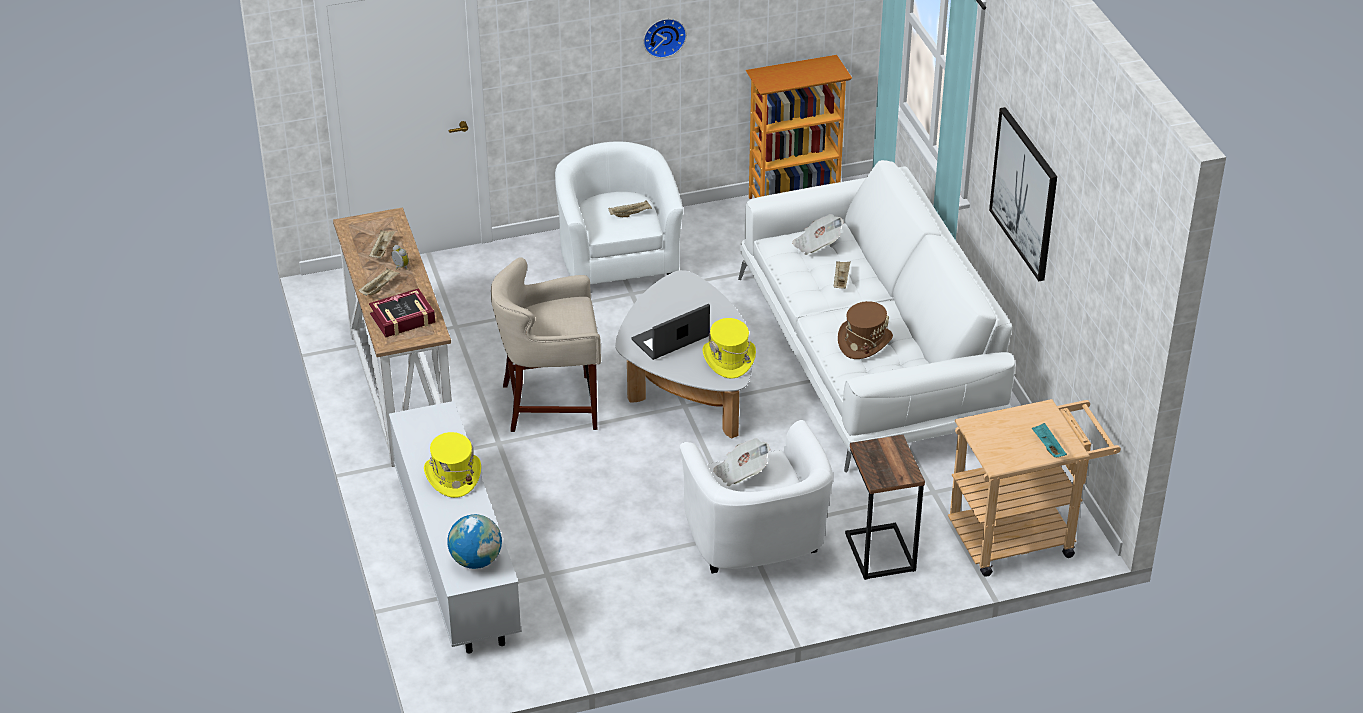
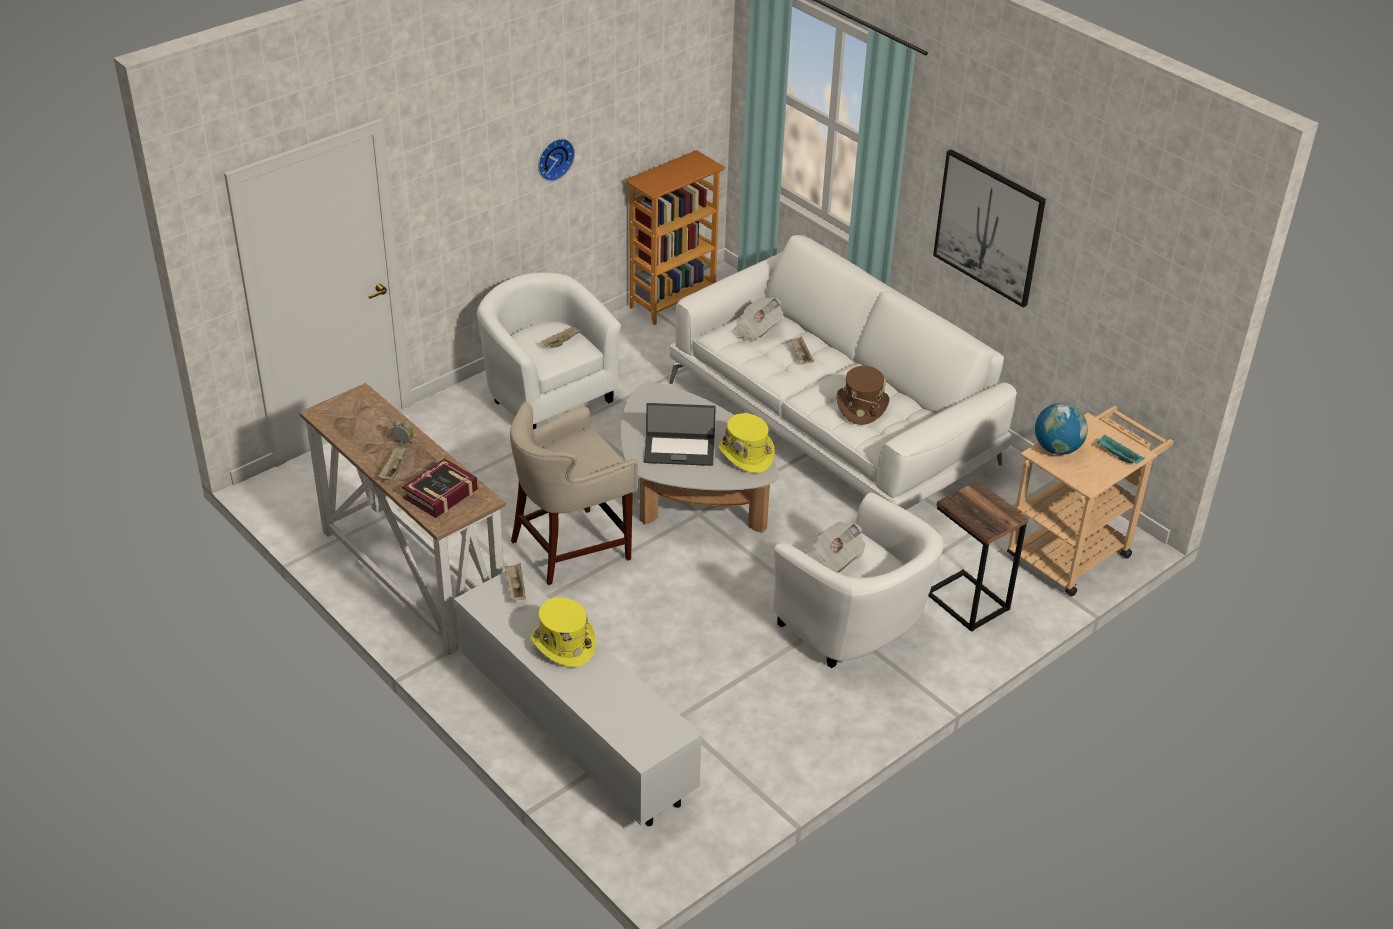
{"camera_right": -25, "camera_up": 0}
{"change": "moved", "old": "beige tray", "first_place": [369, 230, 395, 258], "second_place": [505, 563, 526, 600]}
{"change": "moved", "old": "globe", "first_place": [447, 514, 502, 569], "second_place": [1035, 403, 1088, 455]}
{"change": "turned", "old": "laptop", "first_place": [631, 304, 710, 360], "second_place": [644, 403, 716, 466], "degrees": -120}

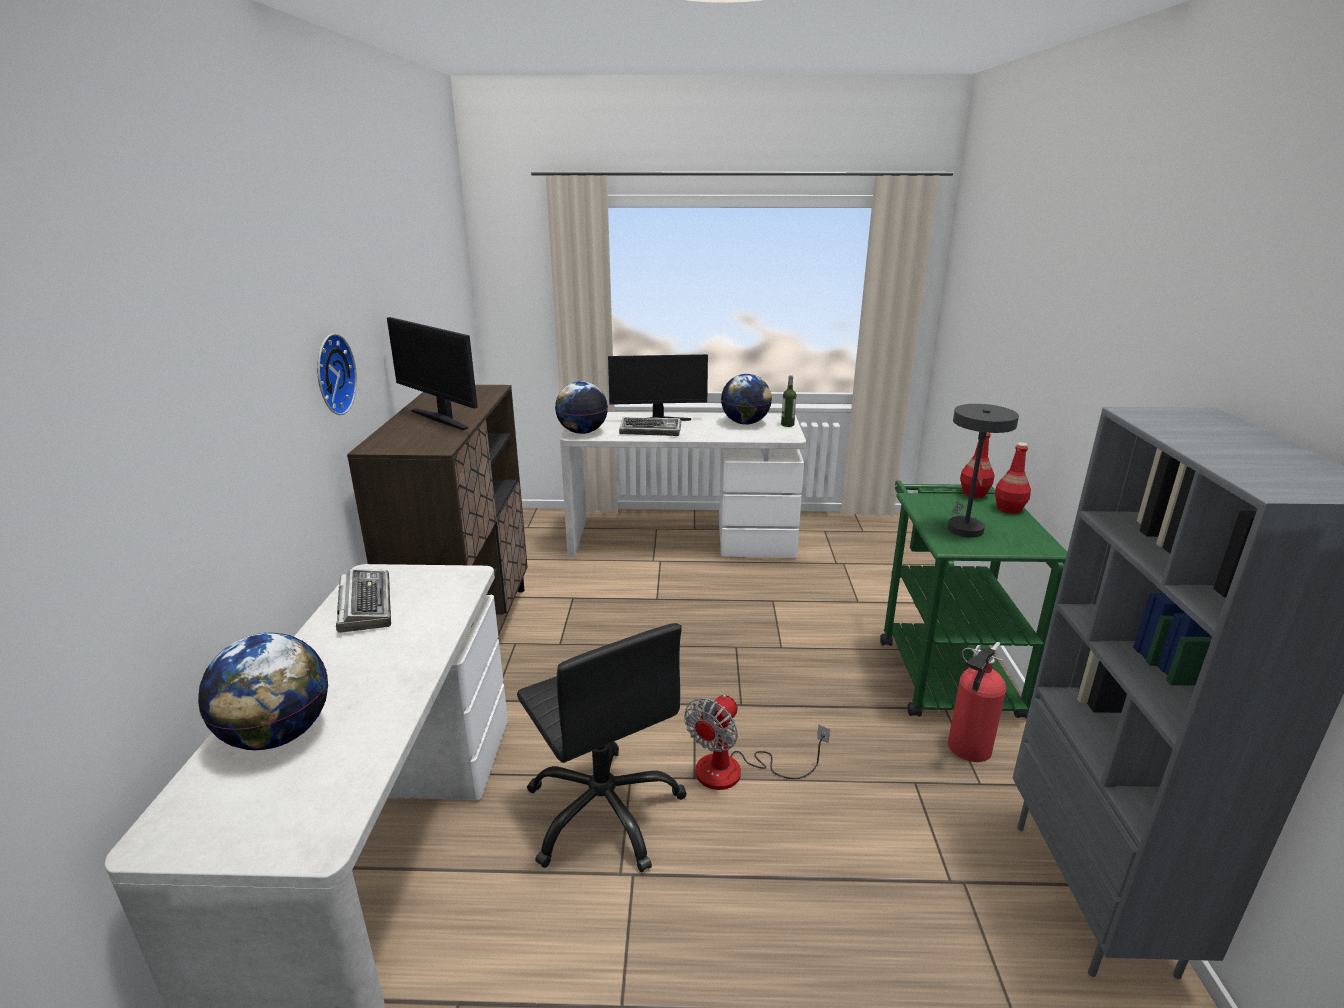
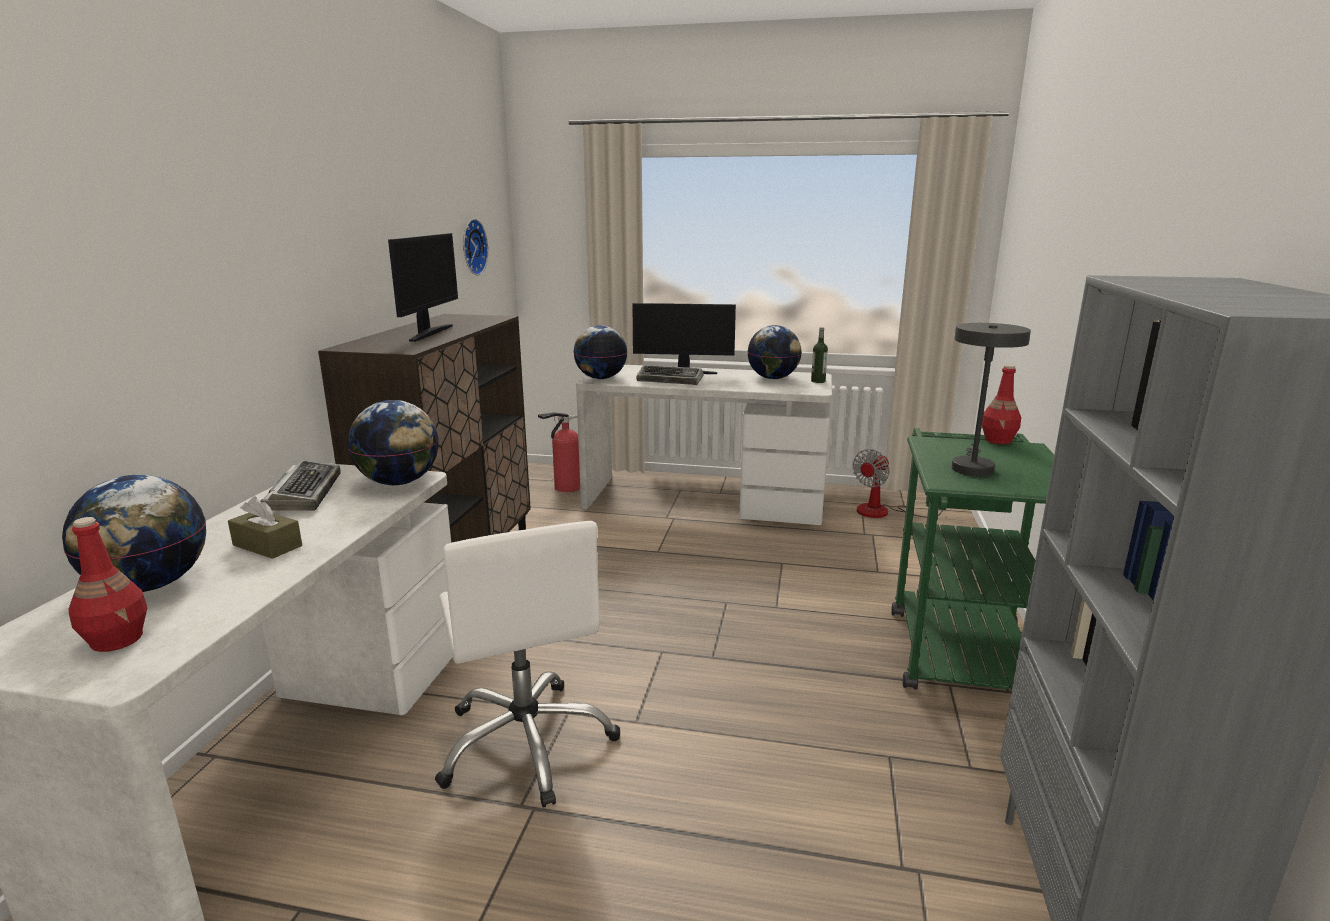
{"camera_right": 10, "camera_up": -5}
{"change": "moved", "old": "wall clock", "first_place": [317, 333, 357, 415], "second_place": [463, 219, 488, 275]}
{"change": "turned", "old": "monitor", "first_place": [387, 317, 478, 430], "second_place": [388, 233, 458, 342], "degrees": -135}
{"change": "recoloured", "old": "black office chair", "new": "white office chair", "first_place": [517, 623, 687, 873], "second_place": [435, 521, 620, 808]}
{"change": "moved", "old": "fan", "first_place": [684, 695, 830, 790], "second_place": [853, 449, 943, 518]}
{"change": "moved", "old": "fire extinguisher", "first_place": [948, 642, 1006, 762], "second_place": [538, 412, 580, 492]}
{"change": "moved", "old": "red bottle", "first_place": [995, 442, 1031, 514], "second_place": [69, 517, 147, 652]}
{"change": "added", "new": "brown tissue box", "second_place": [228, 496, 302, 559]}
{"change": "added", "new": "globe", "second_place": [348, 400, 439, 485]}

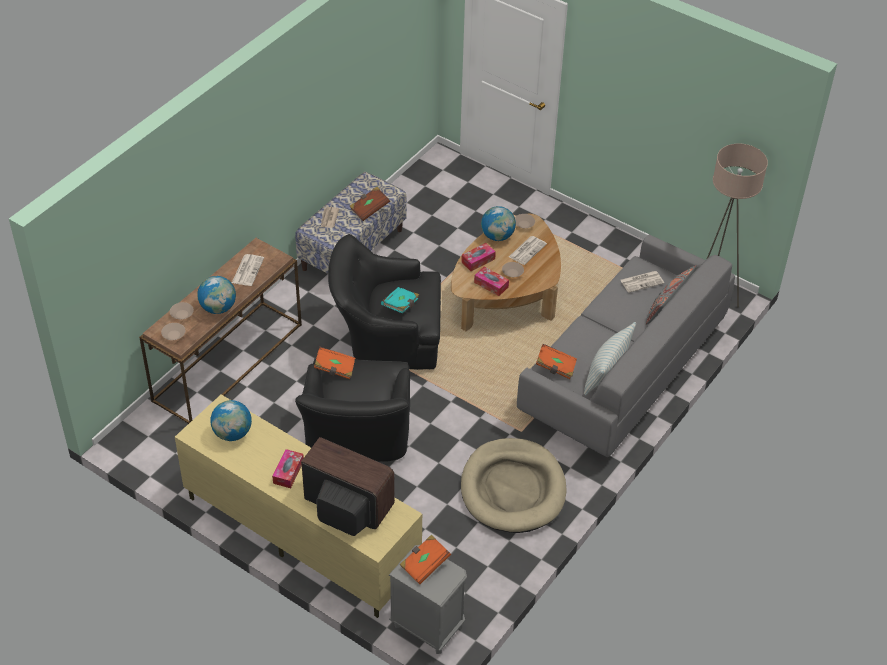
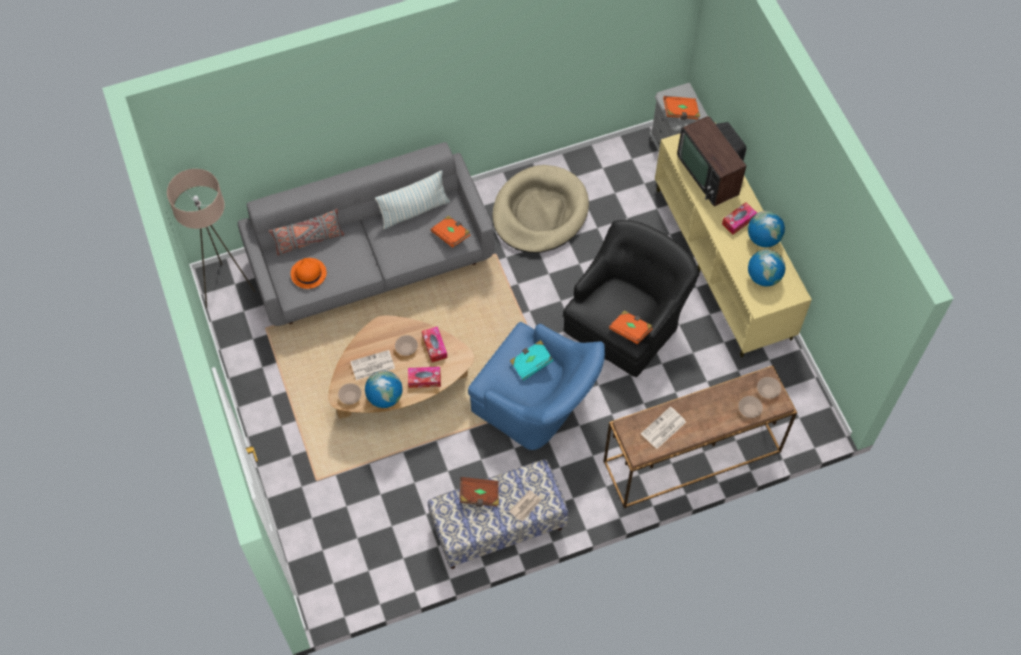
{"camera_right": -145, "camera_up": 15}
{"change": "moved", "old": "globe", "first_place": [197, 276, 236, 314], "second_place": [748, 211, 785, 247]}
{"change": "recoloured", "old": "black armchair", "new": "blue armchair", "first_place": [328, 234, 441, 369], "second_place": [468, 322, 605, 450]}
{"change": "replaced", "old": "newspaper", "new": "orange hat", "first_place": [620, 271, 664, 293], "second_place": [291, 258, 327, 289]}

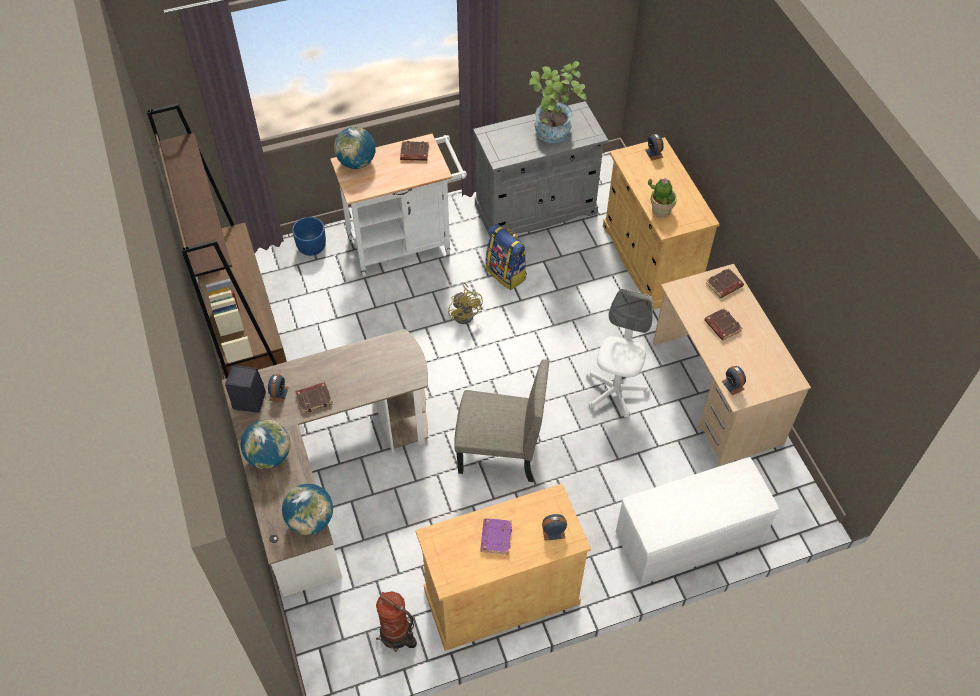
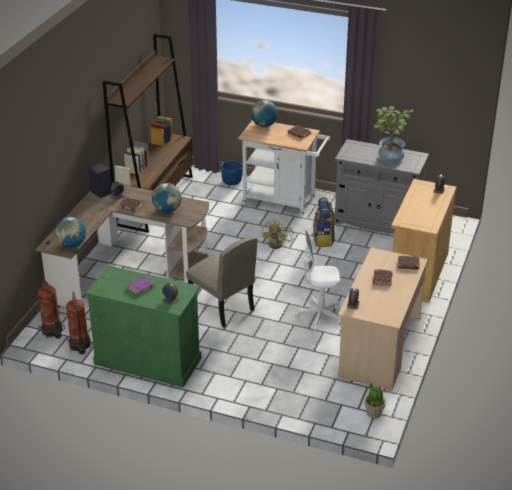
{"camera_right": 40, "camera_up": -20}
{"change": "moved", "old": "globe", "first_place": [241, 420, 291, 469], "second_place": [152, 183, 181, 213]}
{"change": "recoloured", "old": "beige cabinet", "new": "green cabinet", "first_place": [415, 484, 591, 651], "second_place": [85, 265, 201, 387]}
{"change": "turned", "old": "white office chair", "first_place": [586, 288, 653, 418], "second_place": [295, 230, 342, 331], "degrees": -150}
{"change": "removed", "old": "white bench", "first_place": [616, 457, 779, 585]}
{"change": "moved", "old": "potted plant", "first_place": [648, 178, 677, 218], "second_place": [365, 383, 386, 418]}
{"change": "added", "new": "fire extinguisher", "second_place": [38, 279, 65, 339]}

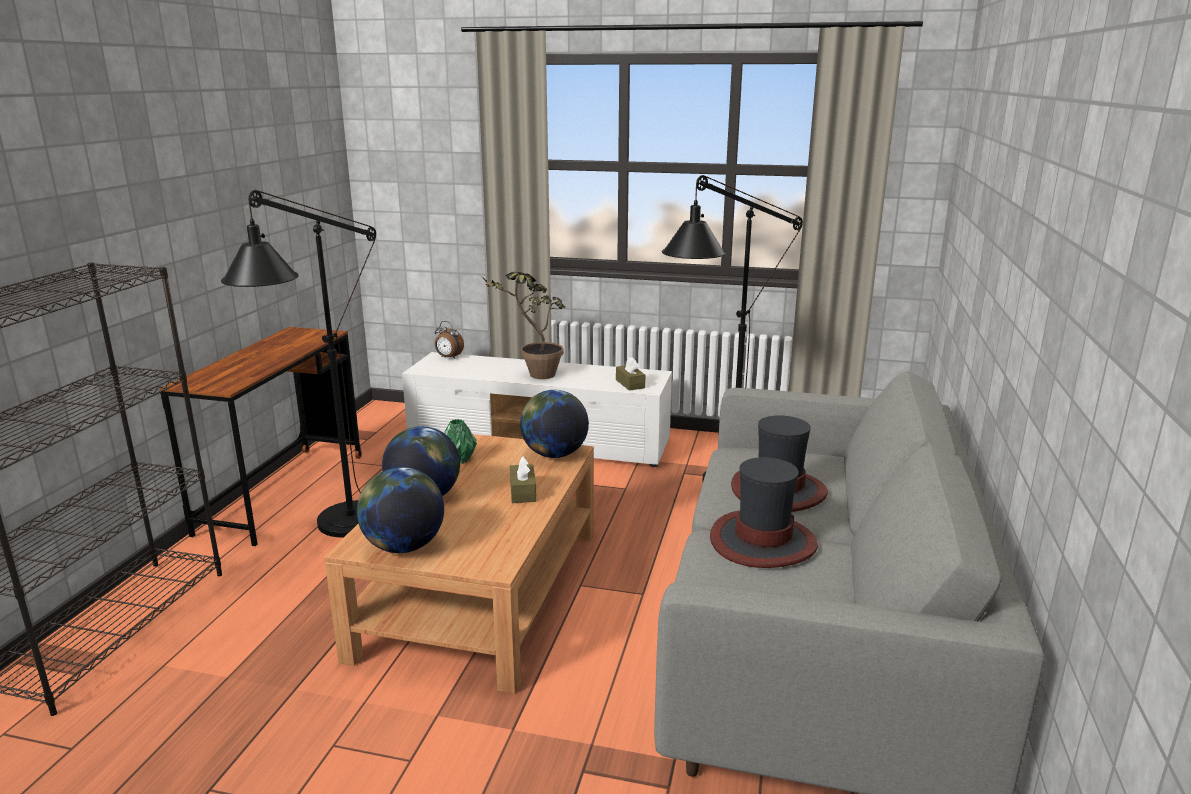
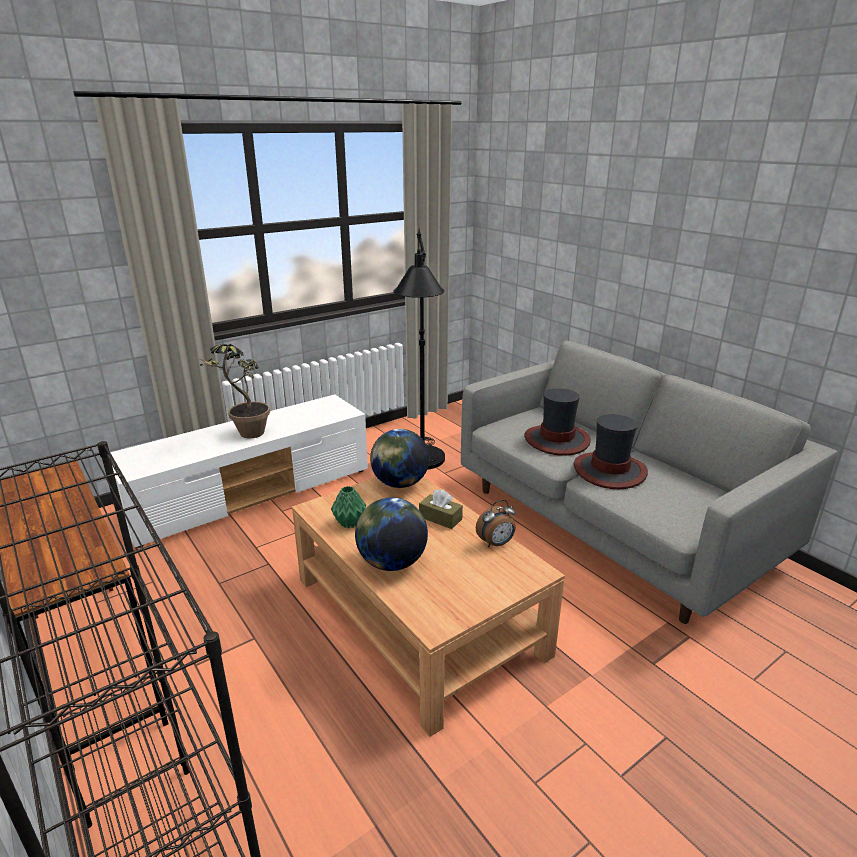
{"camera_right": -50, "camera_up": 5}
{"change": "removed", "old": "black floor lamp", "first_place": [221, 190, 376, 538]}
{"change": "removed", "old": "globe", "first_place": [357, 467, 444, 553]}
{"change": "moved", "old": "alarm clock", "first_place": [435, 321, 464, 359], "second_place": [476, 500, 516, 548]}
{"change": "removed", "old": "brown tissue box", "first_place": [616, 357, 645, 391]}

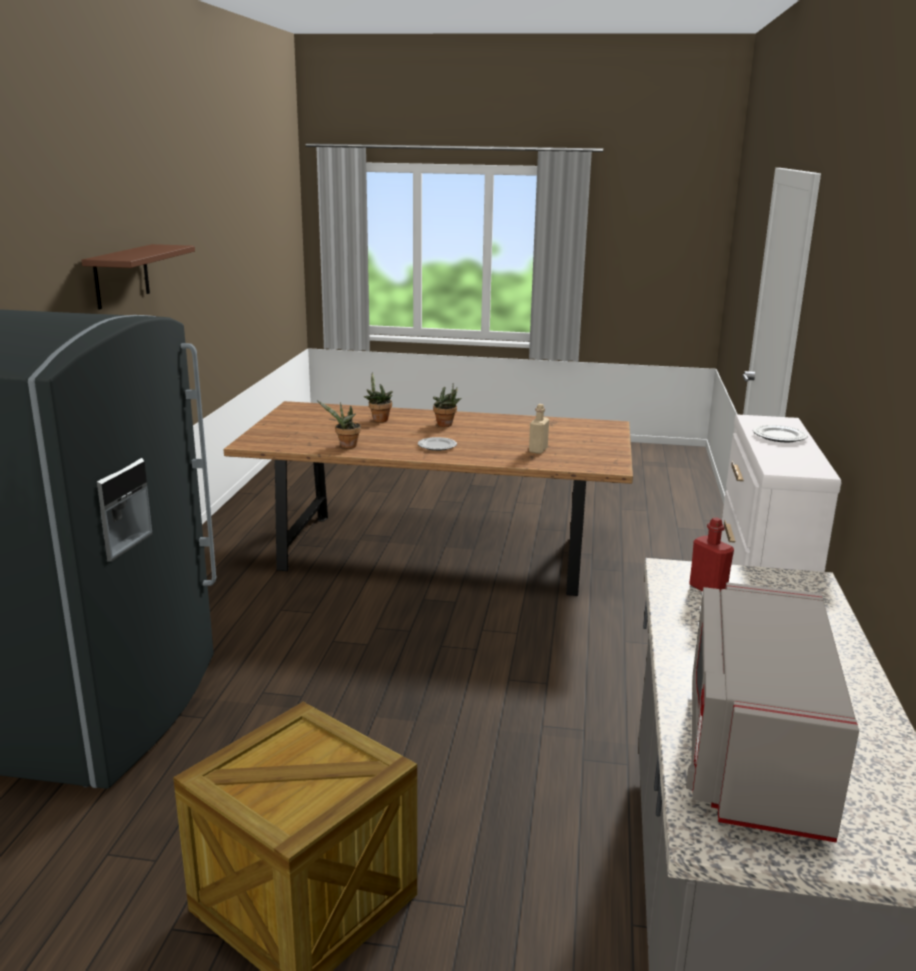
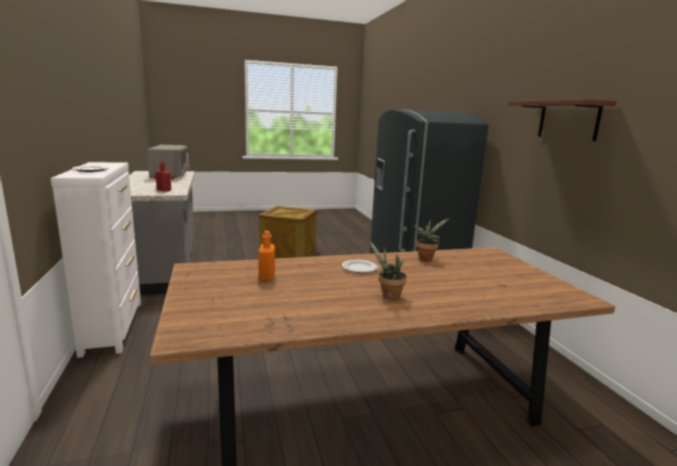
{"camera_right": 155, "camera_up": -5}
{"change": "removed", "old": "potted plant", "first_place": [364, 372, 393, 422]}
{"change": "recoloured", "old": "beige bottle", "new": "orange bottle", "first_place": [529, 404, 549, 454], "second_place": [258, 231, 275, 281]}

